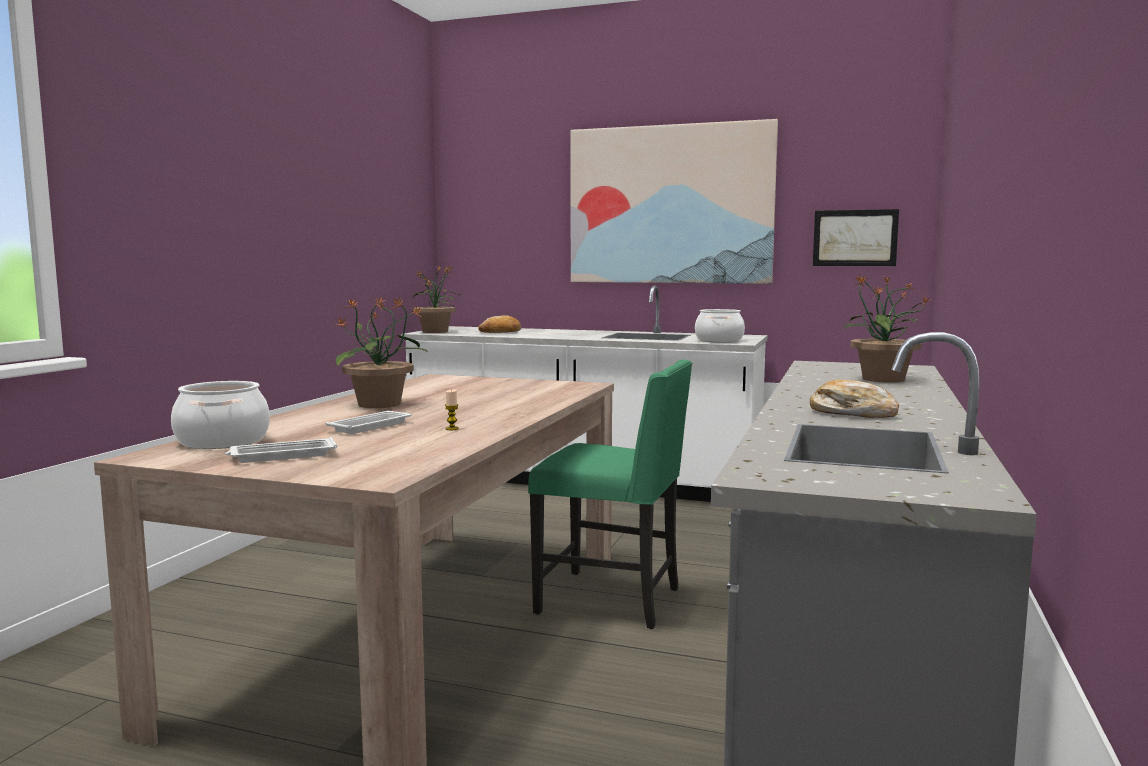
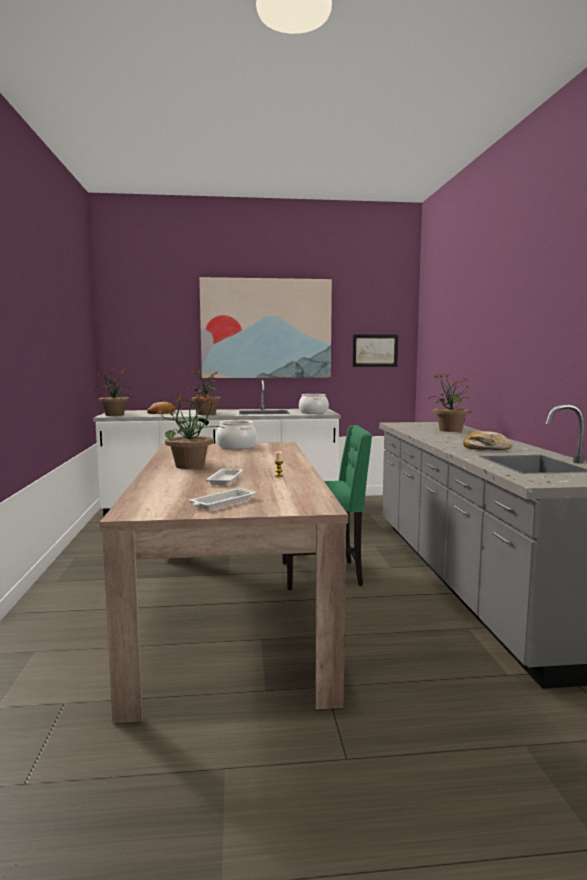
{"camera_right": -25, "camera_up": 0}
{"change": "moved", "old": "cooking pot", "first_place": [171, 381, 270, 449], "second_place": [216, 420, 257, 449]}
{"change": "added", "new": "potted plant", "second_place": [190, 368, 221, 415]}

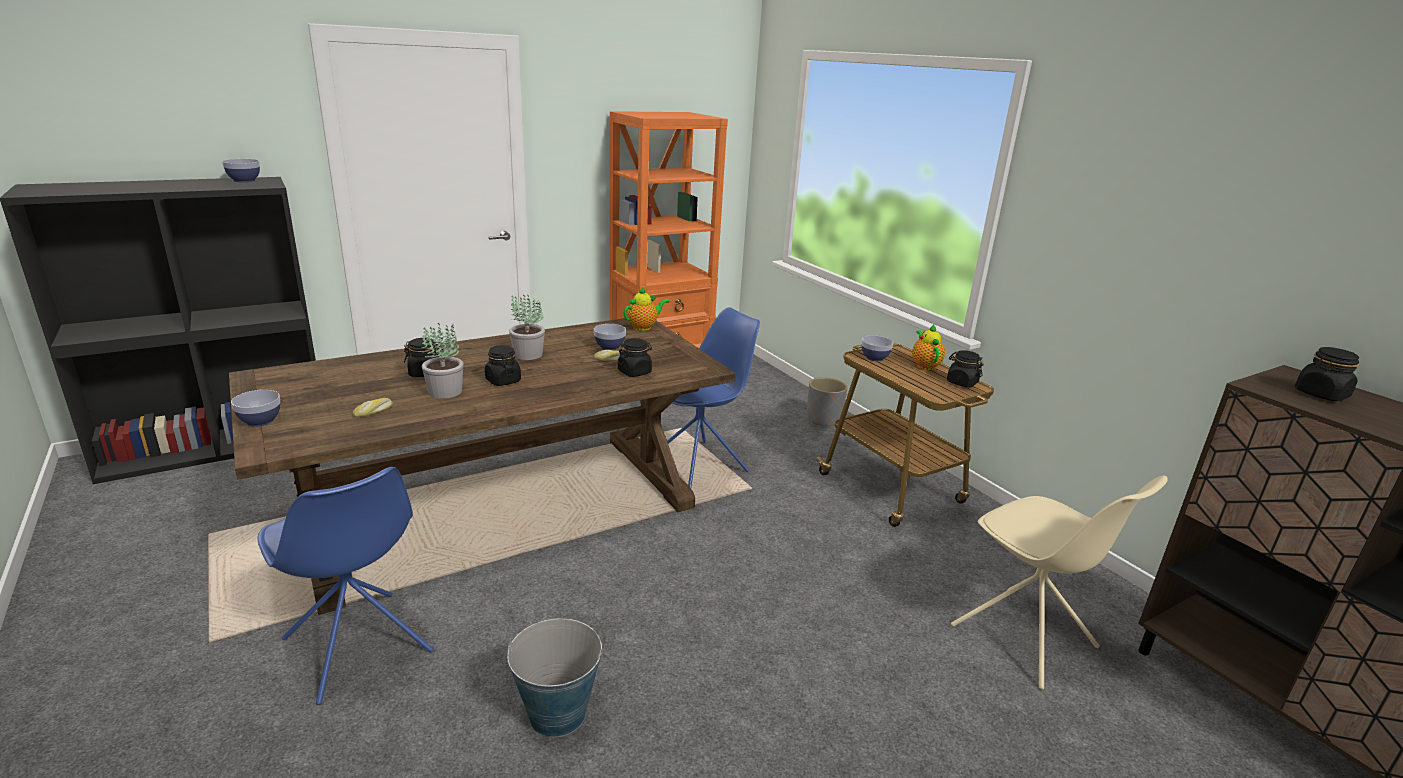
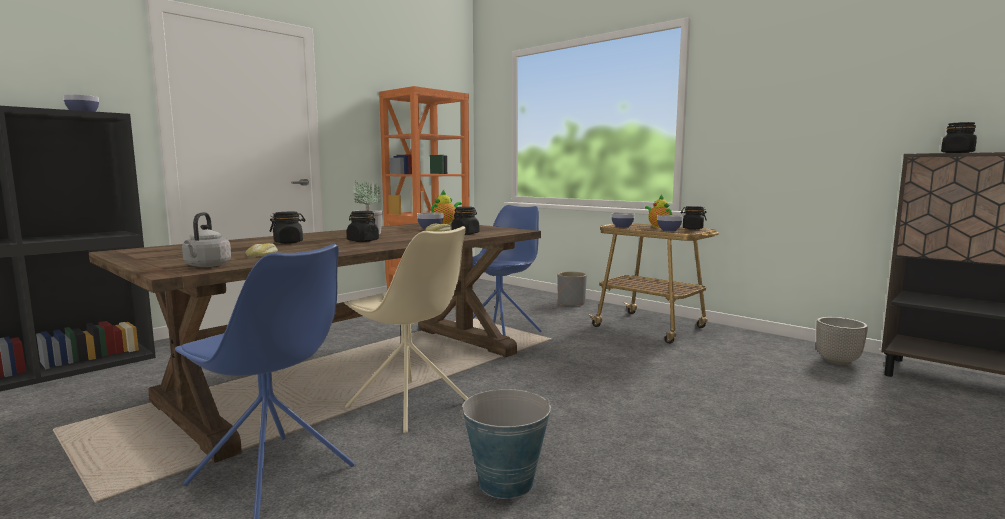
{"camera_right": -15, "camera_up": -15}
{"change": "moved", "old": "bowl", "first_place": [231, 390, 280, 426], "second_place": [657, 215, 683, 231]}
{"change": "removed", "old": "potted plant", "first_place": [422, 323, 464, 399]}
{"change": "moved", "old": "beige chair", "first_place": [951, 476, 1168, 689], "second_place": [344, 226, 468, 433]}
{"change": "added", "new": "grey kettle", "second_place": [182, 212, 231, 267]}
{"change": "added", "new": "planter", "second_place": [816, 317, 868, 365]}

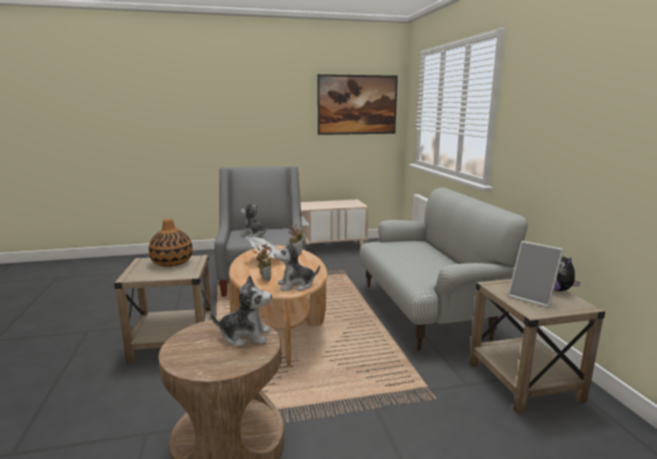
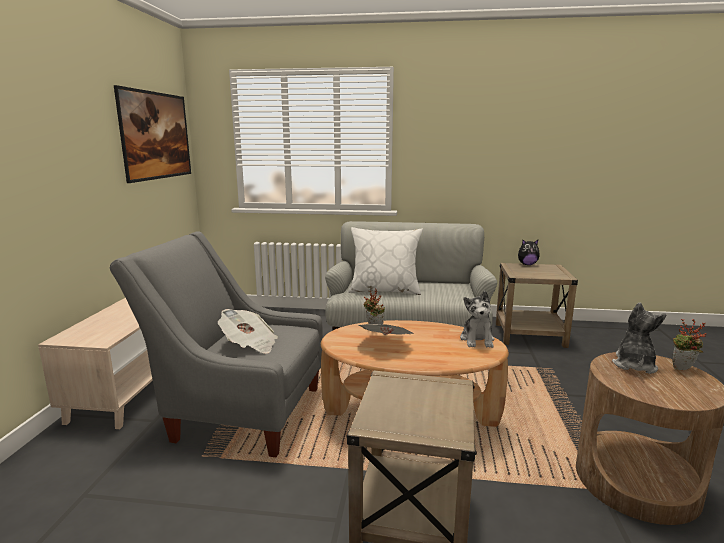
{"camera_right": -70, "camera_up": 0}
{"change": "removed", "old": "vase", "first_place": [149, 219, 193, 267]}
{"change": "replaced", "old": "plush toy", "new": "newspaper", "first_place": [240, 202, 268, 237], "second_place": [218, 309, 278, 354]}
{"change": "moved", "old": "potted plant", "first_place": [253, 244, 272, 281], "second_place": [672, 319, 706, 370]}
{"change": "removed", "old": "picture frame", "first_place": [508, 241, 564, 308]}
{"change": "added", "new": "white pillow", "second_place": [348, 227, 423, 295]}

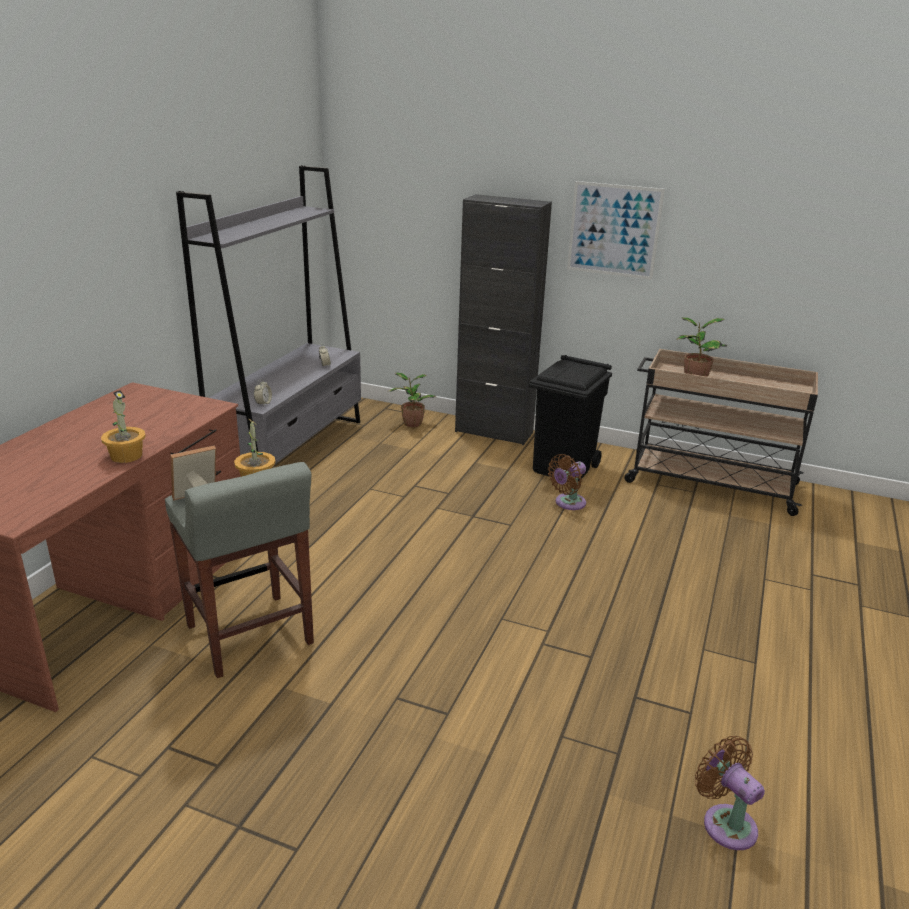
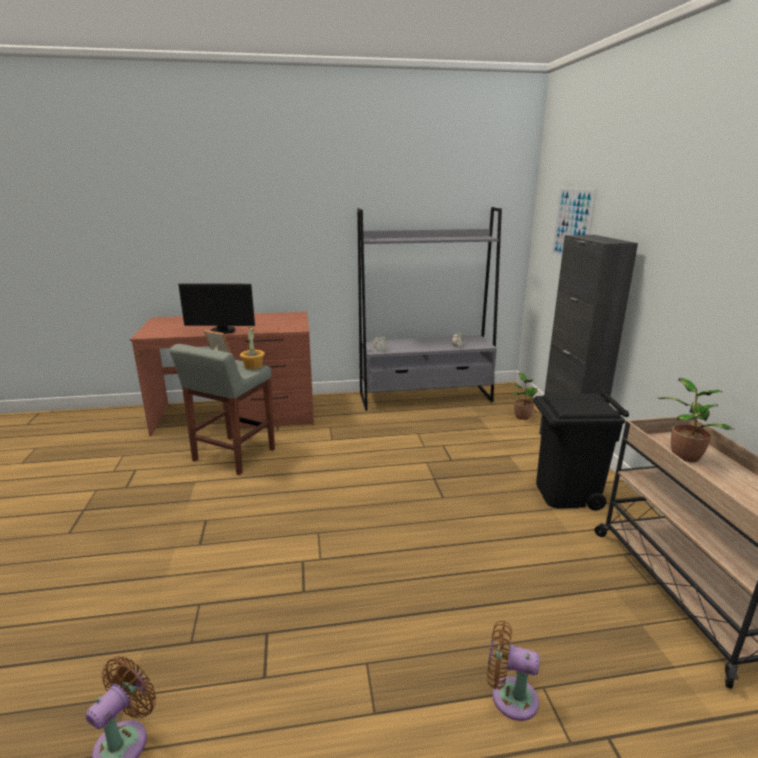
{"camera_right": 60, "camera_up": -5}
{"change": "replaced", "old": "potted plant", "new": "monitor", "first_place": [101, 390, 146, 463], "second_place": [178, 283, 255, 334]}
{"change": "moved", "old": "brown fan", "first_place": [548, 454, 586, 510], "second_place": [487, 621, 540, 721]}
{"change": "moved", "old": "picture", "first_place": [567, 181, 665, 280], "second_place": [551, 187, 597, 258]}

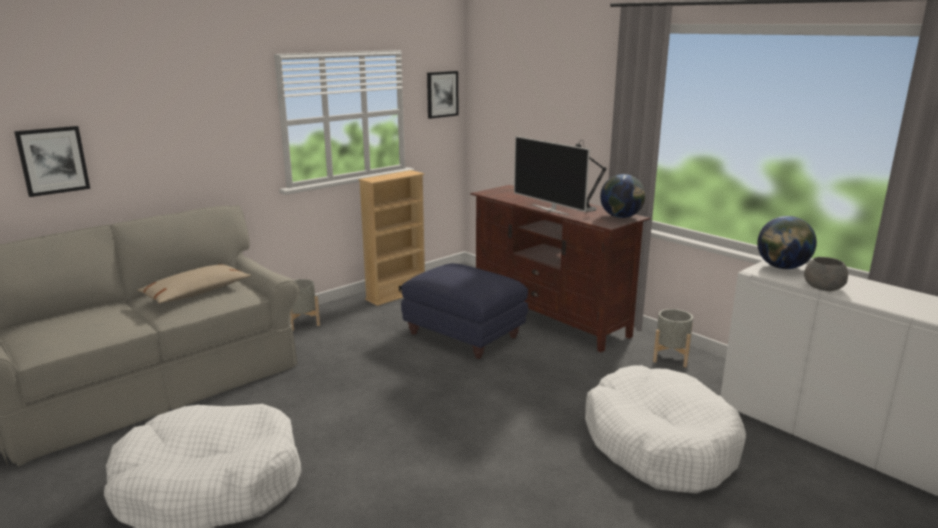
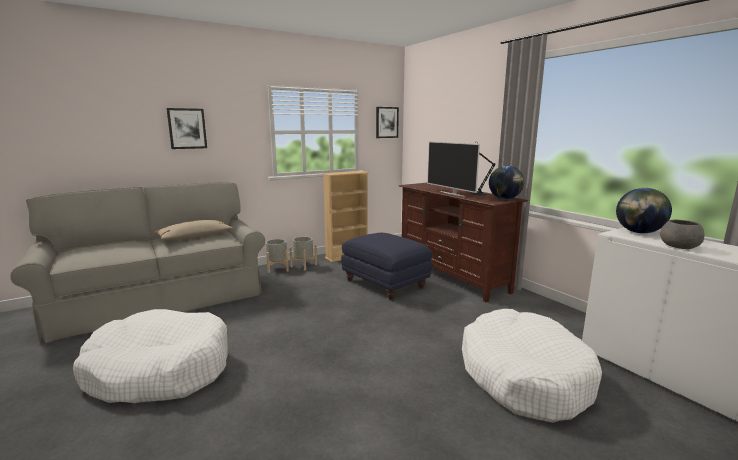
{"camera_right": 10, "camera_up": -5}
{"change": "moved", "old": "picture", "first_place": [14, 126, 90, 197], "second_place": [166, 108, 207, 149]}
{"change": "moved", "old": "grey planter", "first_place": [653, 309, 693, 367], "second_place": [289, 237, 317, 270]}

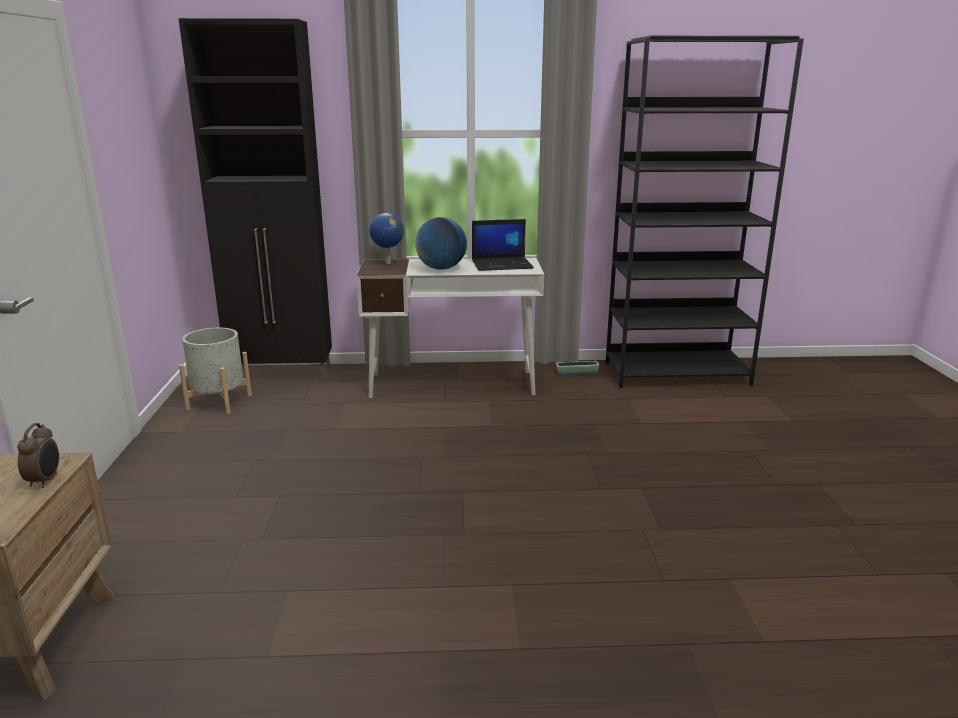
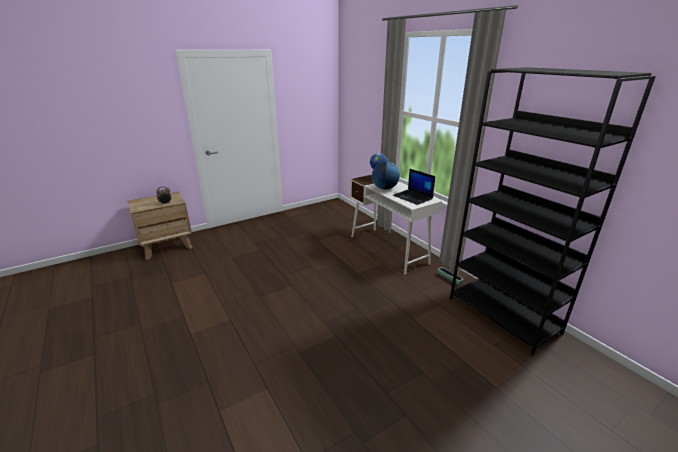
{"camera_right": 60, "camera_up": 5}
{"change": "removed", "old": "black cabinet", "first_place": [178, 18, 332, 382]}
{"change": "removed", "old": "grey planter", "first_place": [179, 328, 252, 414]}

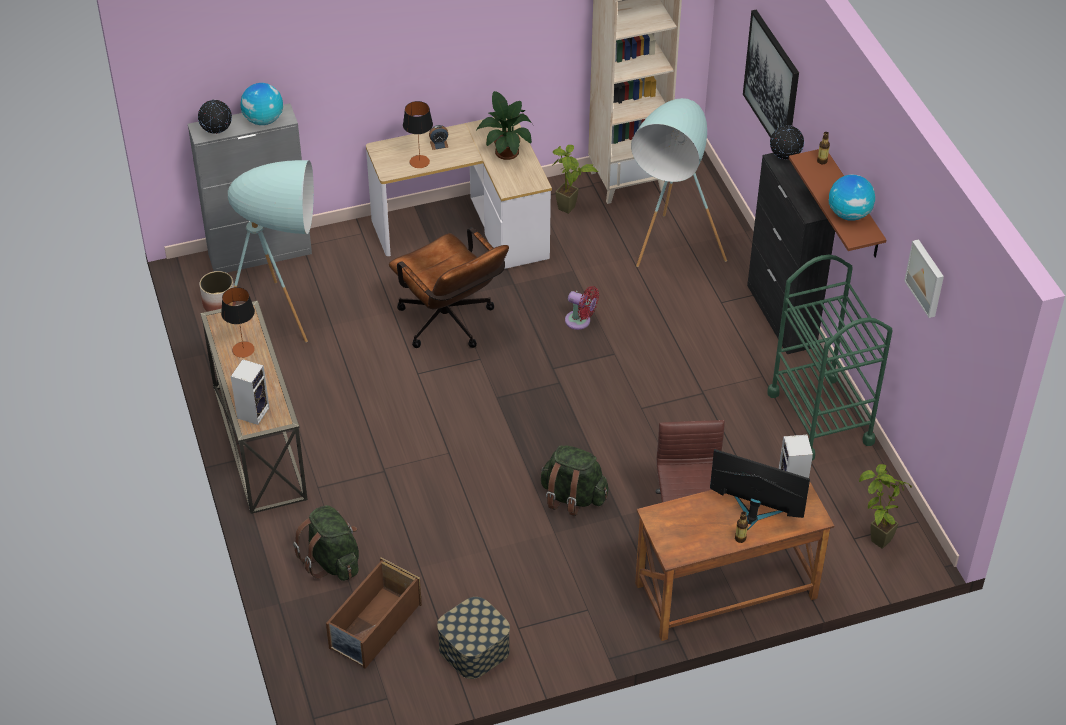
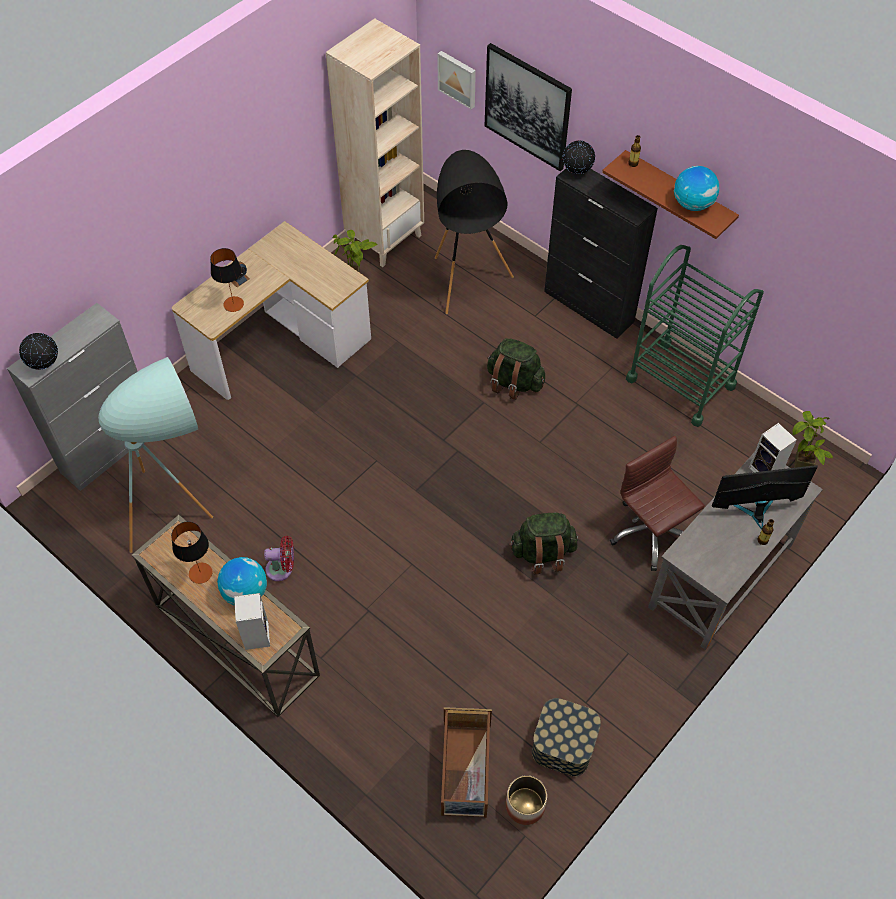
{"camera_right": -30, "camera_up": 10}
{"change": "moved", "old": "planter", "first_place": [200, 271, 236, 312], "second_place": [506, 775, 547, 825]}
{"change": "moved", "old": "globe", "first_place": [240, 83, 283, 125], "second_place": [217, 557, 267, 605]}
{"change": "moved", "old": "green backpack", "first_place": [293, 505, 359, 581], "second_place": [487, 338, 545, 400]}
{"change": "removed", "old": "brown office chair", "first_place": [389, 227, 509, 348]}
{"change": "removed", "old": "potted plant", "first_place": [476, 91, 532, 160]}
{"change": "moved", "old": "red fan", "first_place": [565, 286, 599, 330], "second_place": [264, 536, 294, 581]}
{"change": "recoloured", "old": "turquoise floor lamp", "new": "black floor lamp", "first_place": [631, 98, 727, 267], "second_place": [435, 150, 514, 314]}
{"change": "recoloured", "old": "brown desk", "new": "grey desk", "first_place": [635, 482, 834, 641], "second_place": [648, 452, 823, 650]}
{"change": "moved", "old": "picture", "first_place": [904, 239, 944, 318], "second_place": [437, 51, 476, 109]}

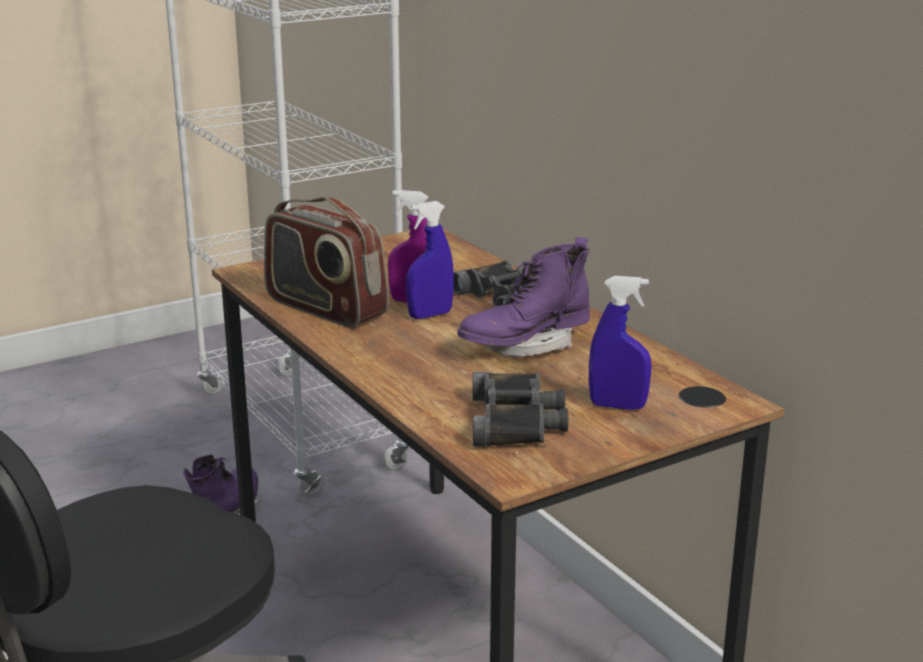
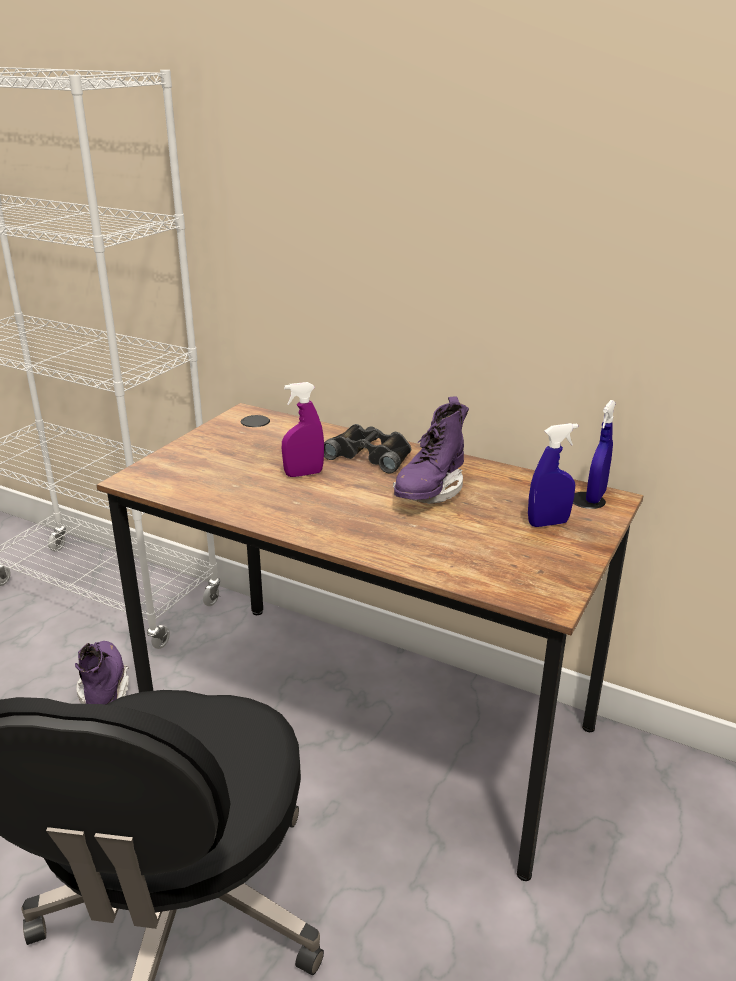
{"camera_right": -30, "camera_up": 5}
{"change": "removed", "old": "radio", "first_place": [264, 197, 389, 327]}
{"change": "moved", "old": "blue spray bottle", "first_place": [406, 201, 454, 319], "second_place": [586, 400, 616, 504]}
{"change": "removed", "old": "black binoculars", "first_place": [473, 372, 568, 446]}

